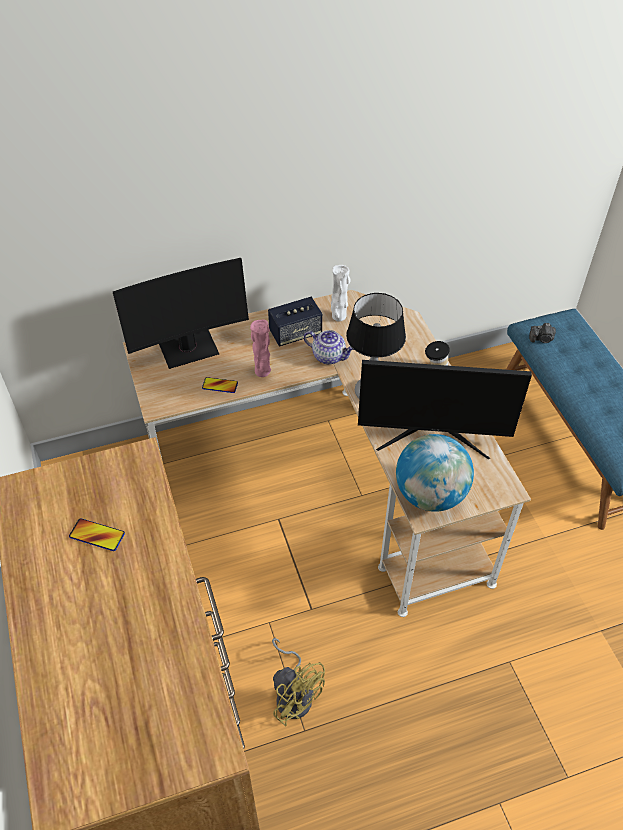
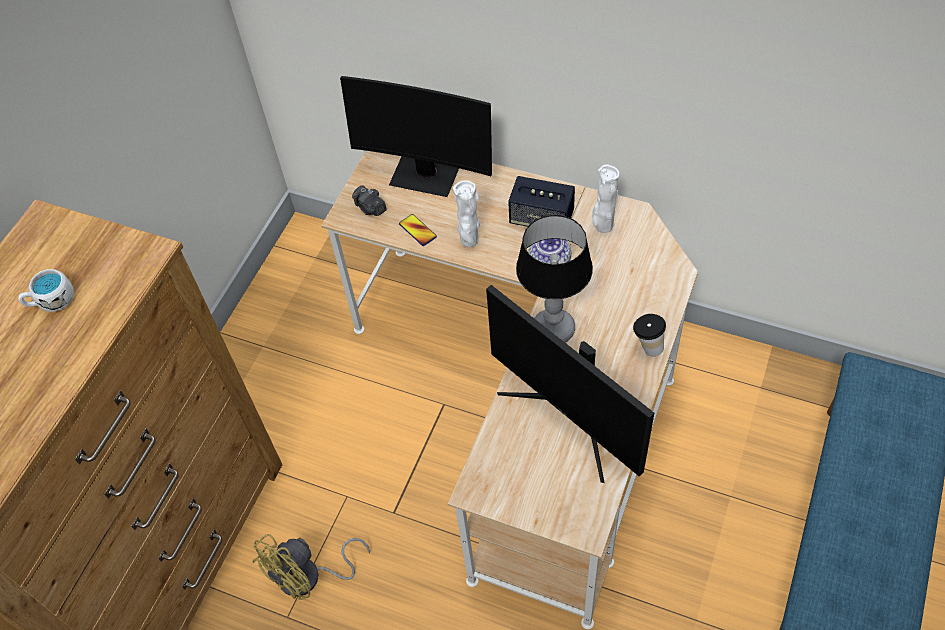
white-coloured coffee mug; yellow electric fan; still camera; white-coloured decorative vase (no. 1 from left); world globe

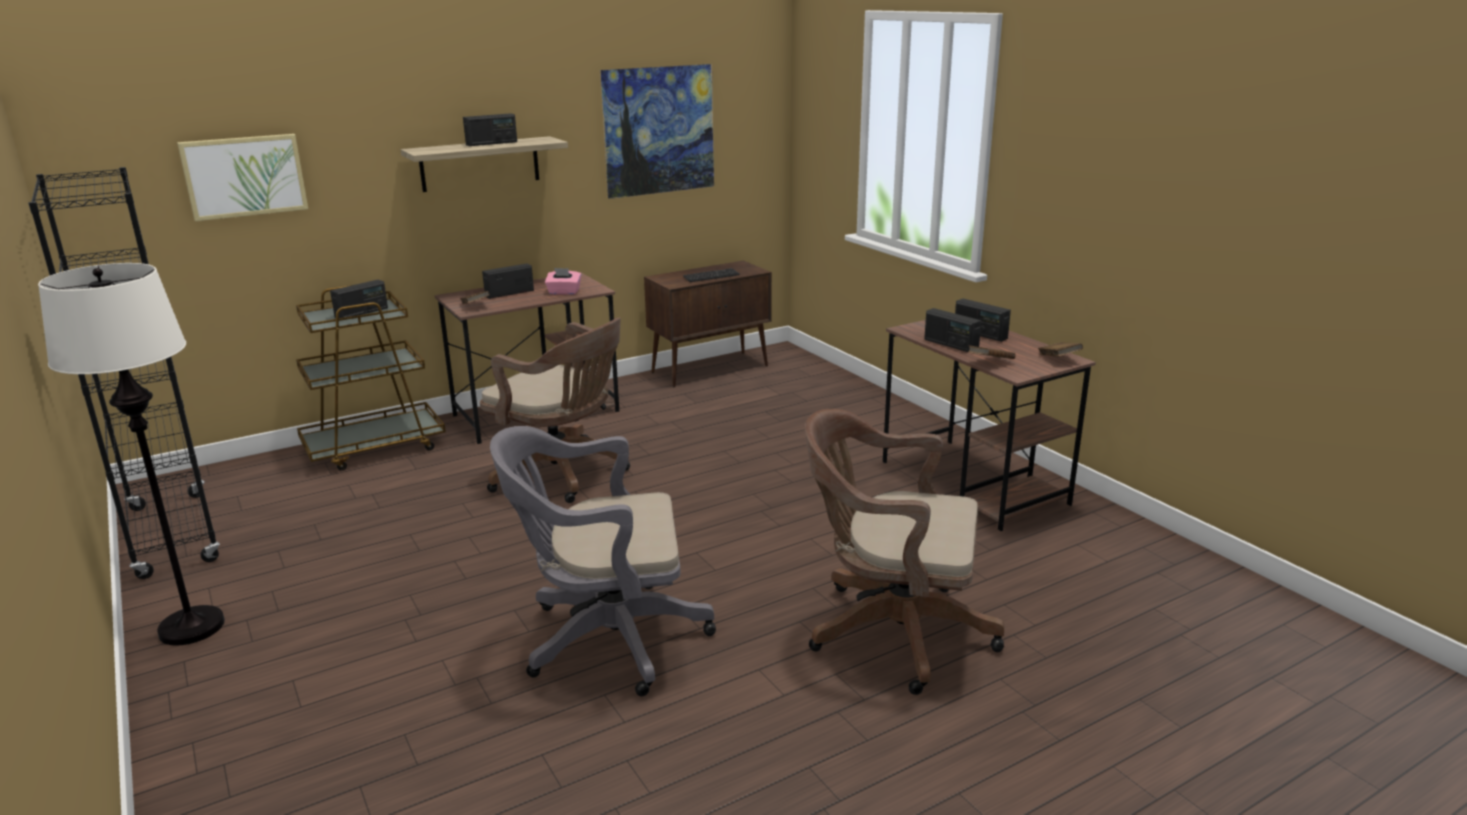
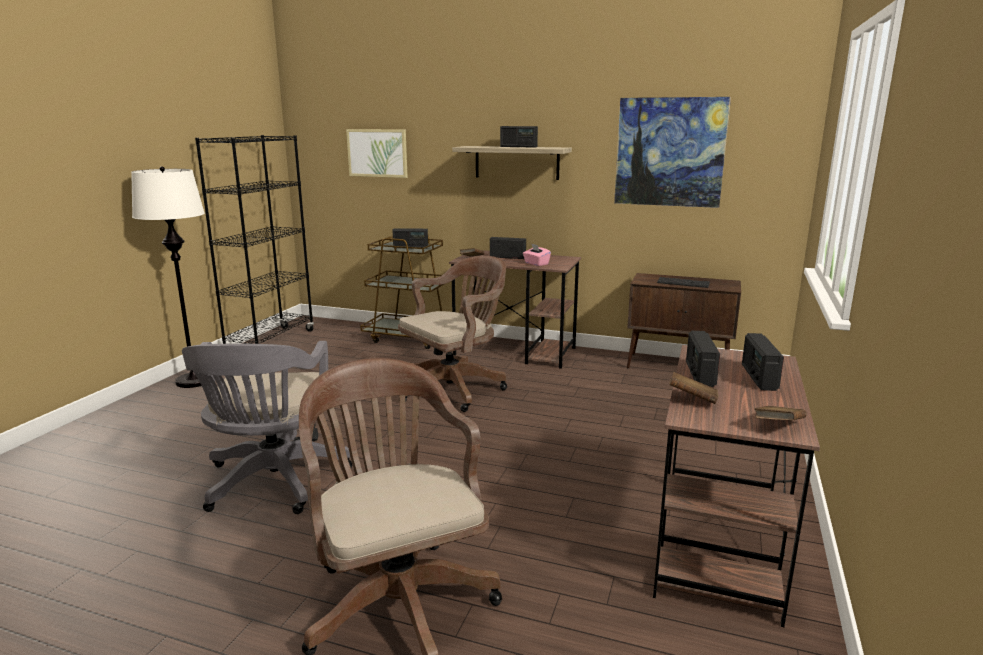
gray computer chair; brown-coloured computer chair (no. 2 from left)

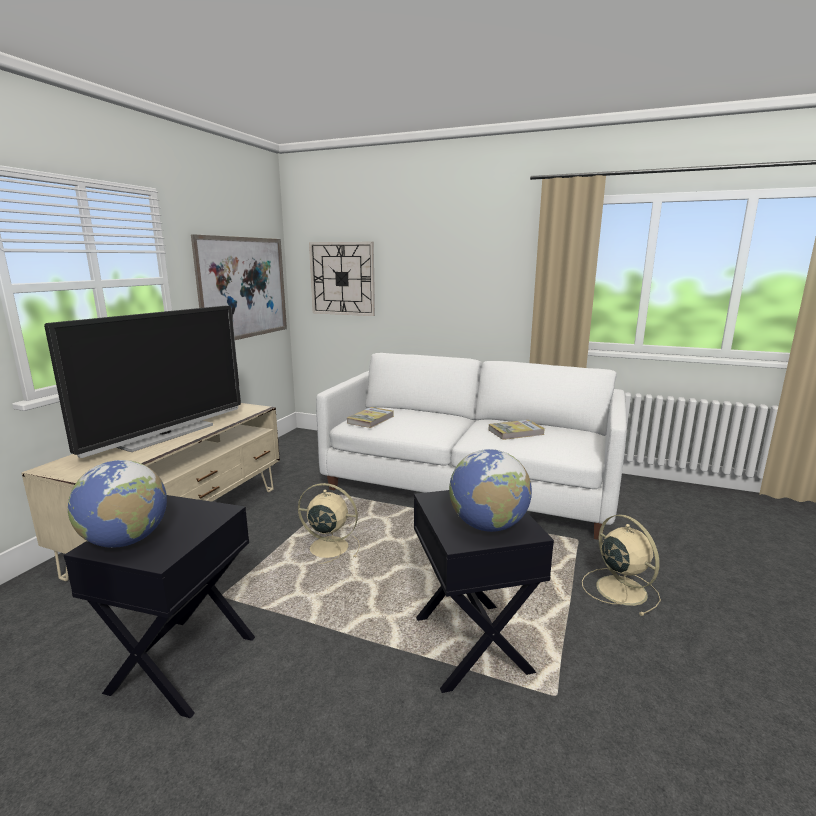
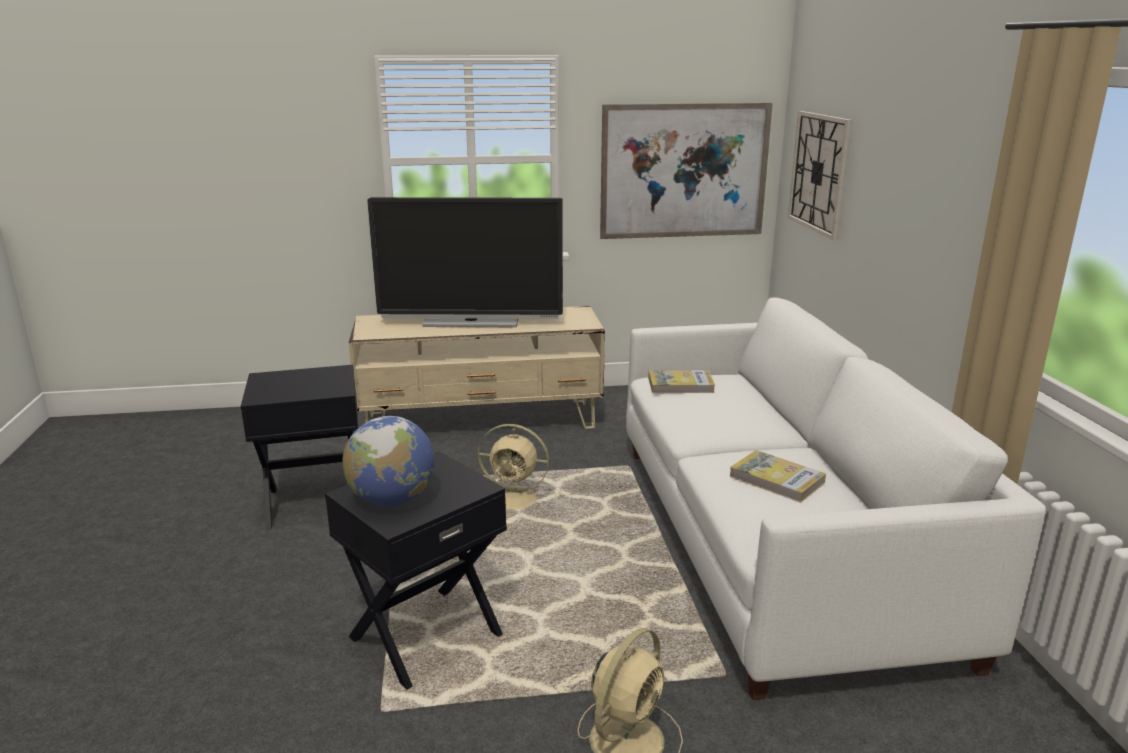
beige-coloured electric fan (no. 1 from left); world globe (no. 1 from left in the first image)

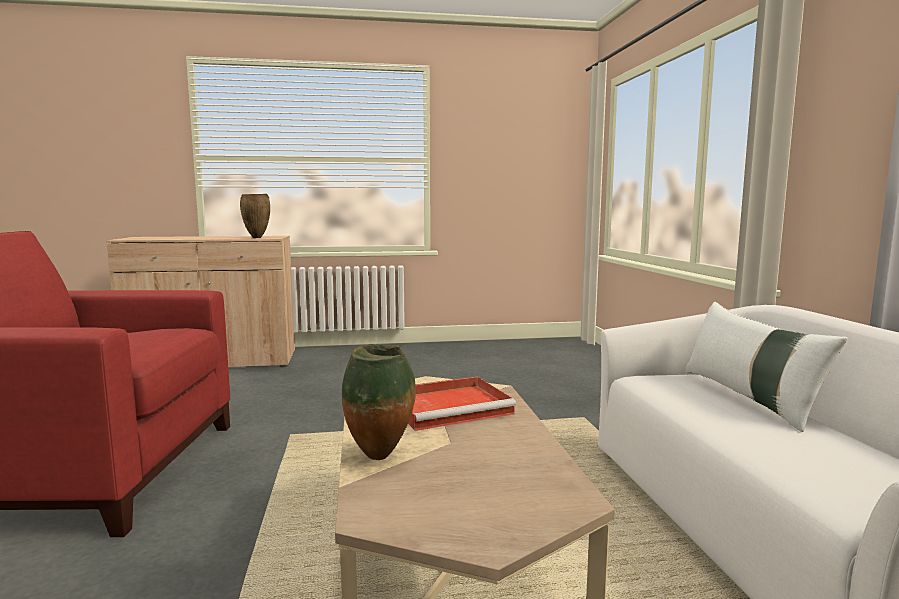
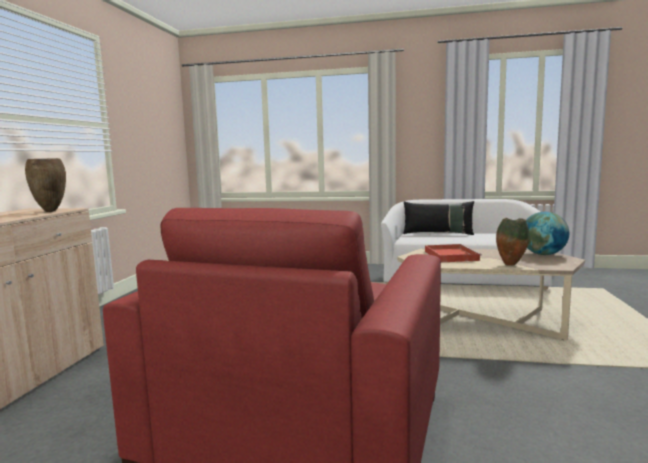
black-coloured pillow; world globe

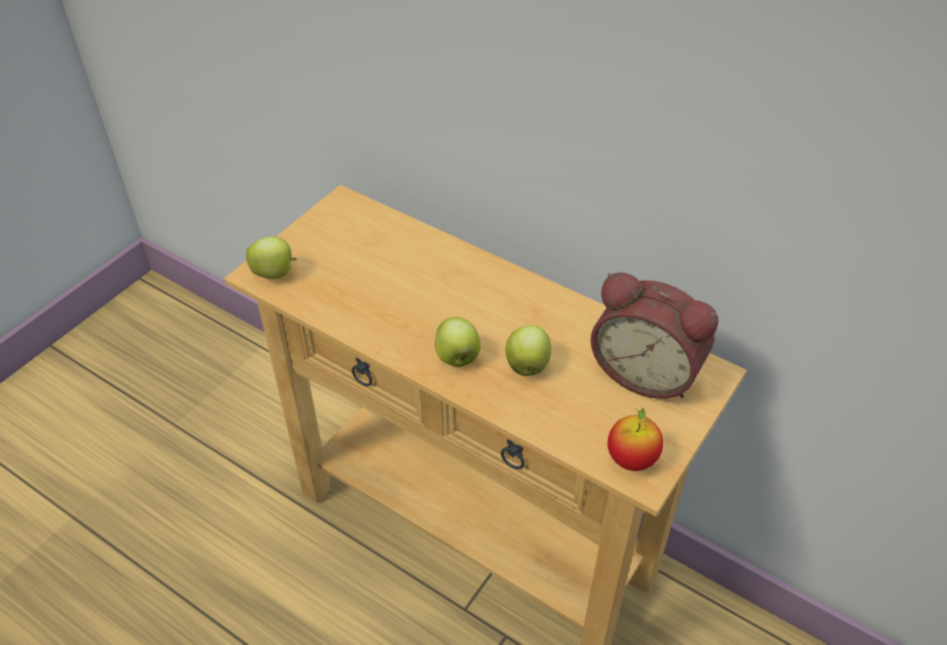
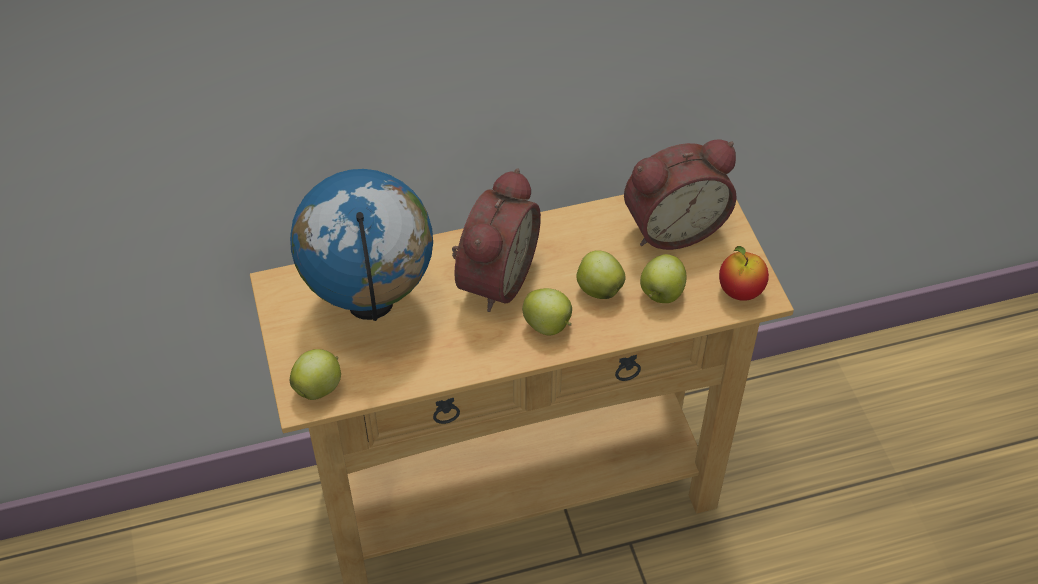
world globe; bedside clock (no. 1 from left); apple (no. 4 from left)

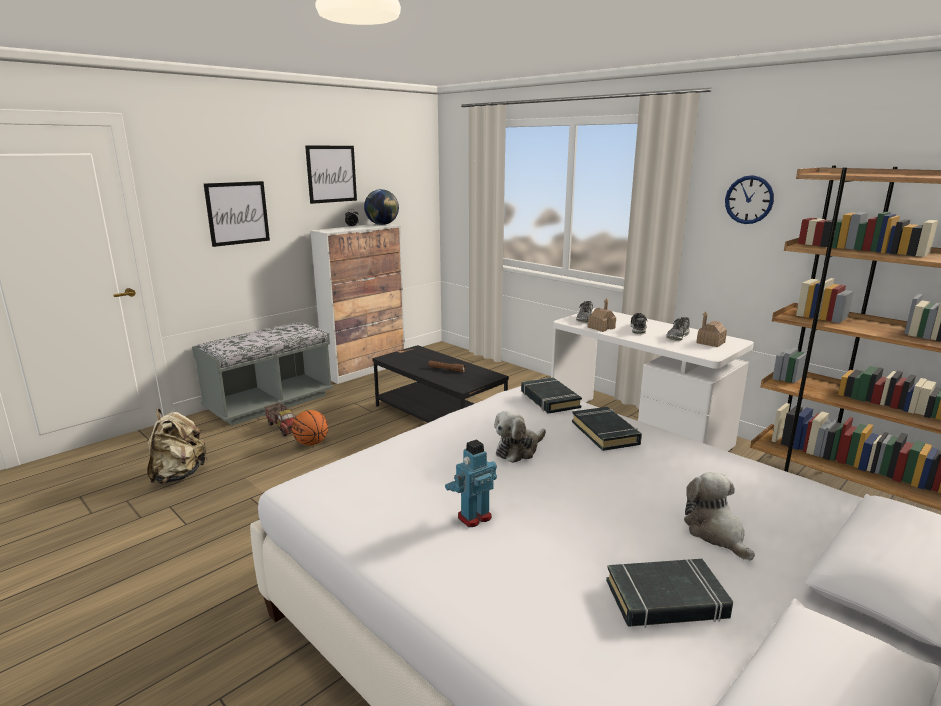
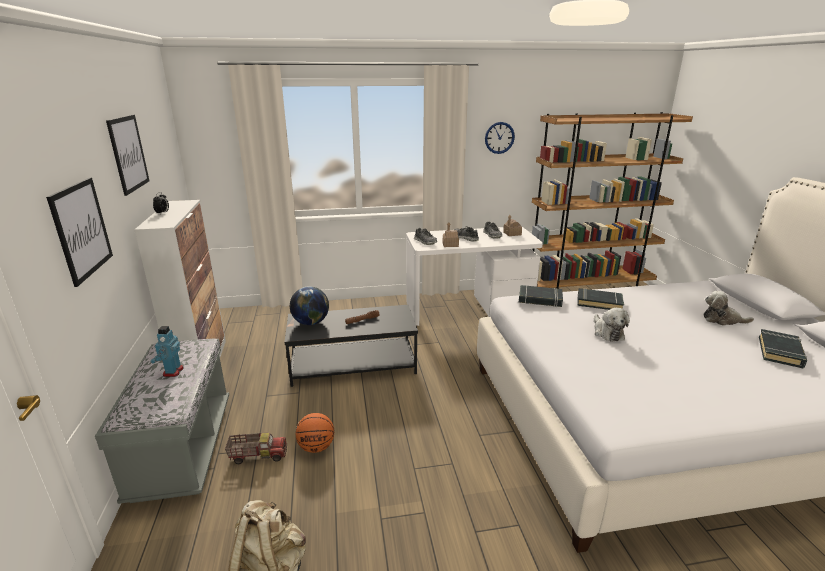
robot figure; world globe

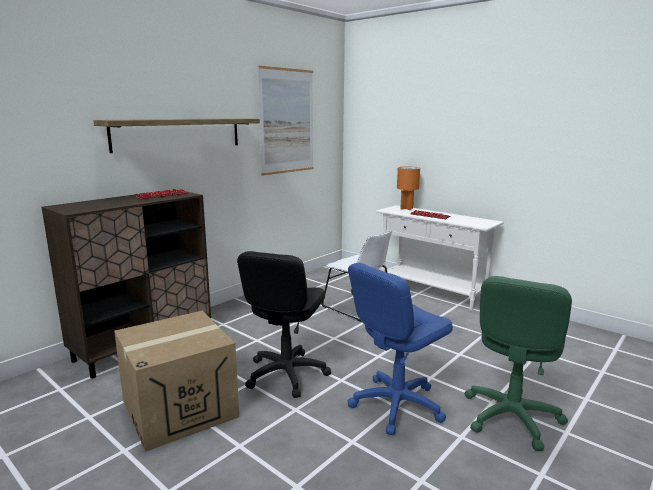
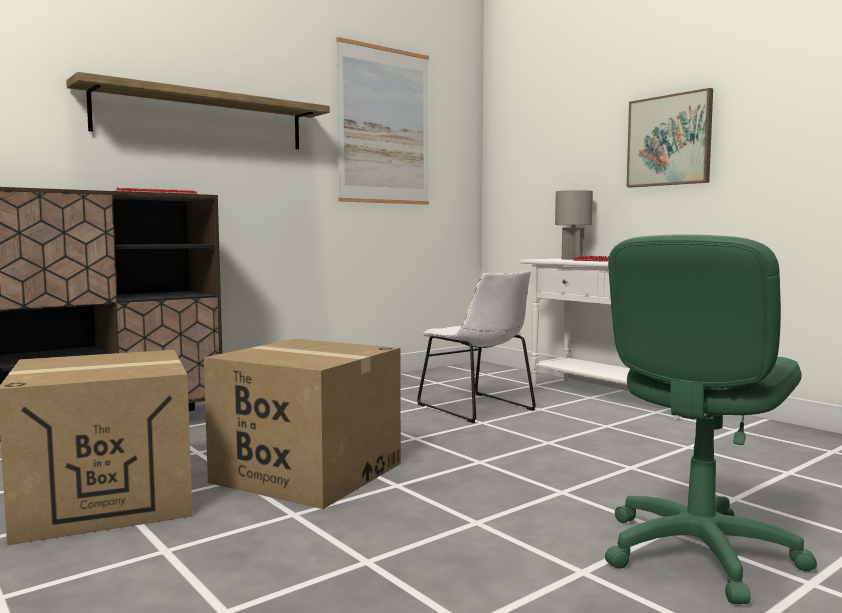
packing box (no. 2 from left); gray tabletop lamp; wall art (no. 2 from left); blue-coloured computer chair

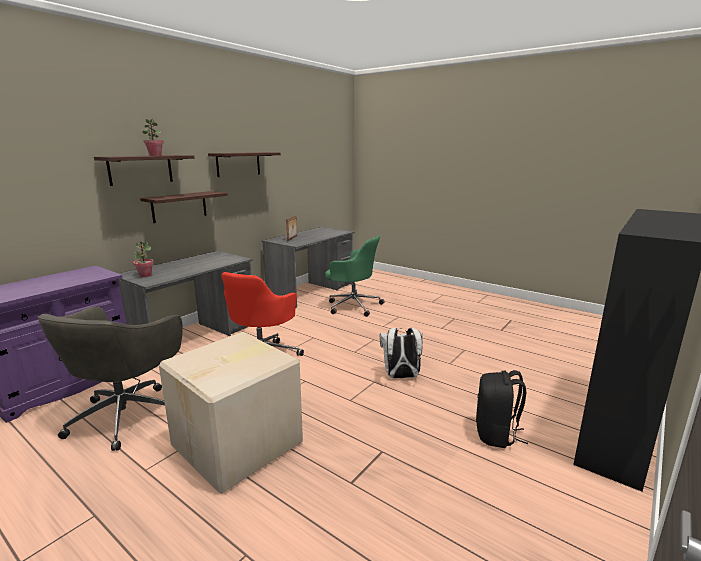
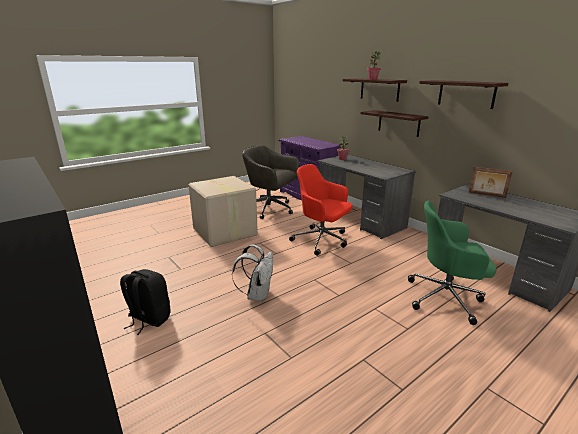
green computer chair

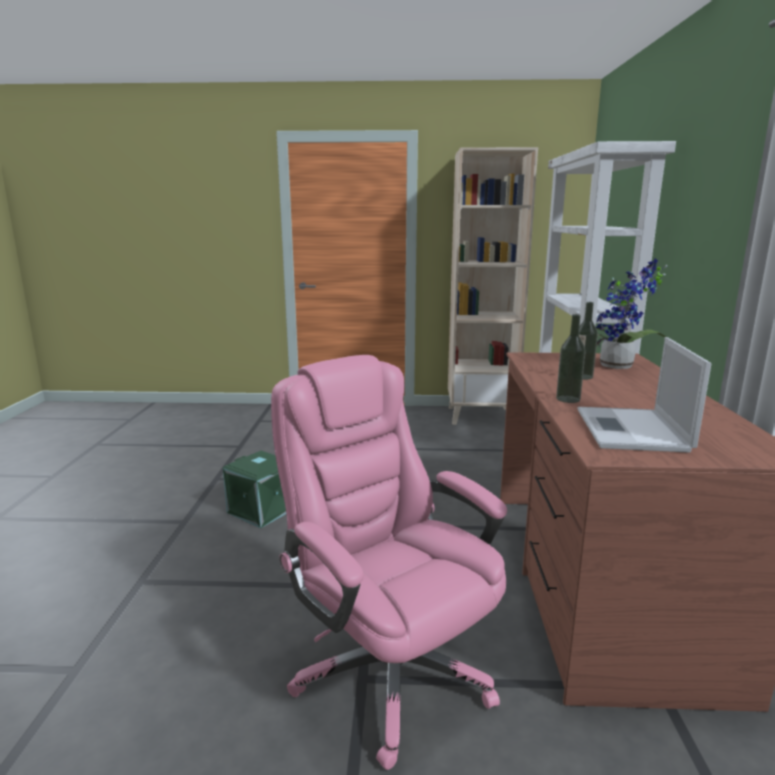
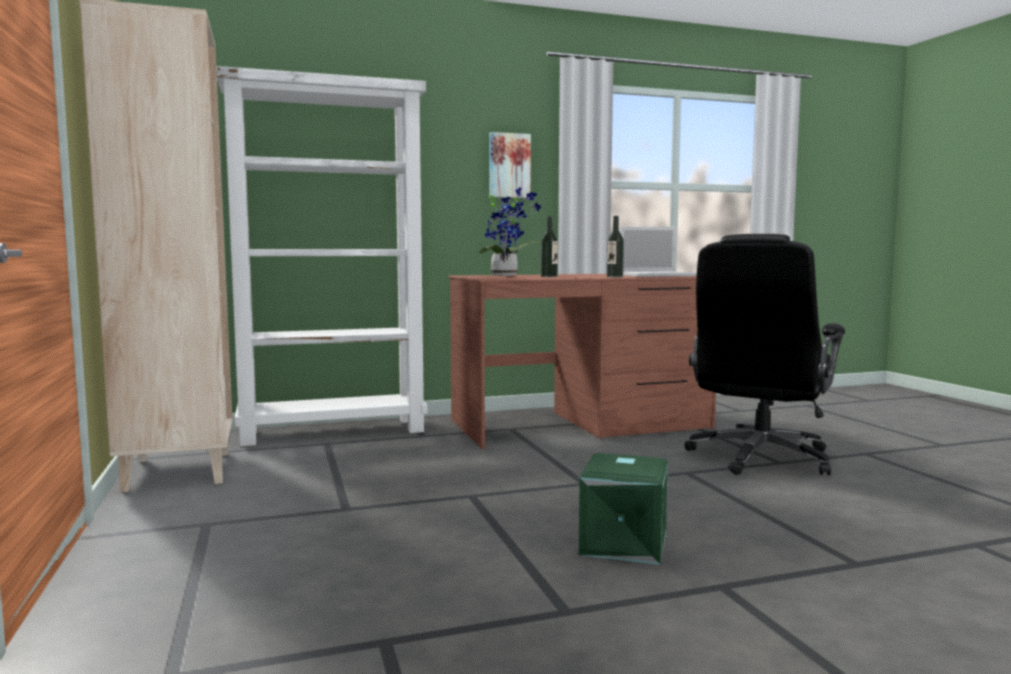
wall art; black-coloured computer chair

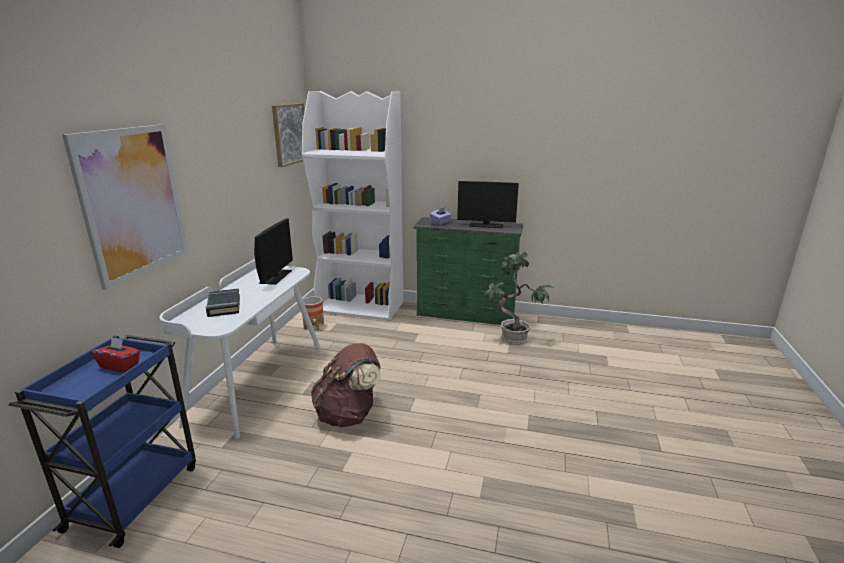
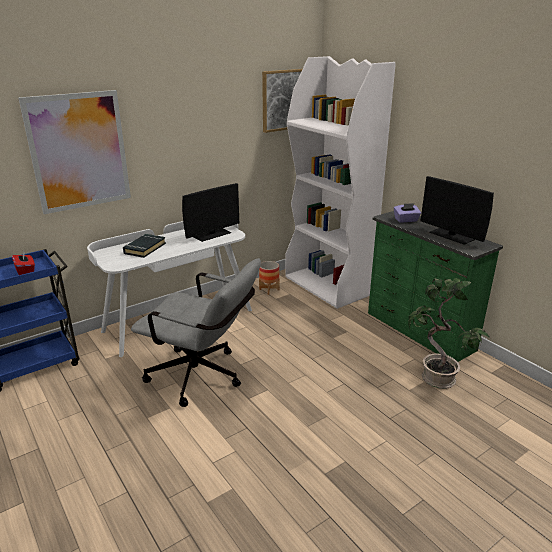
gray computer chair

